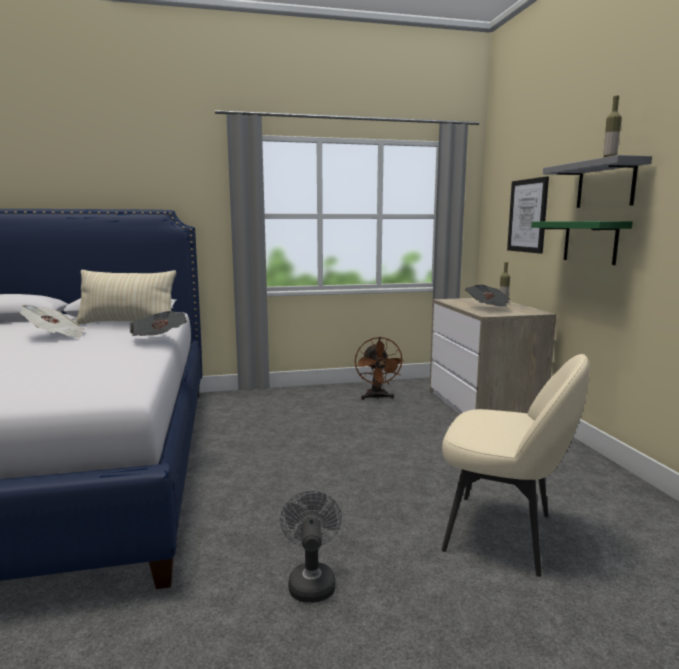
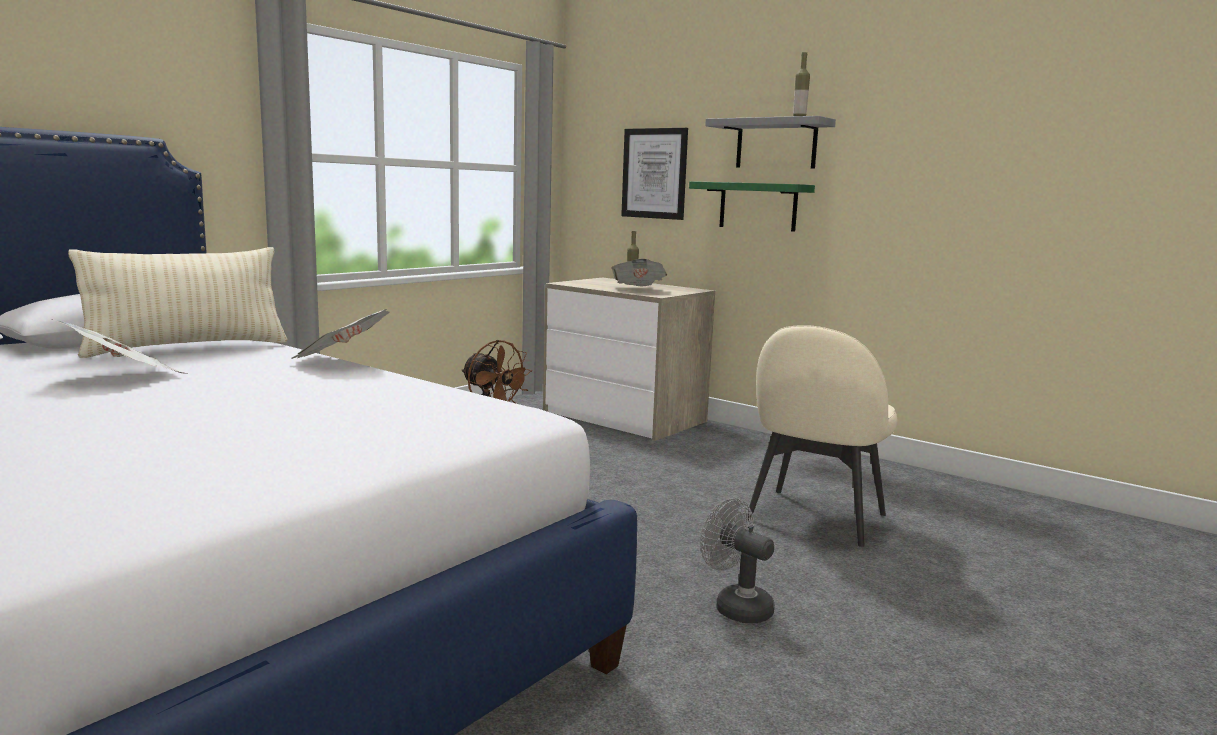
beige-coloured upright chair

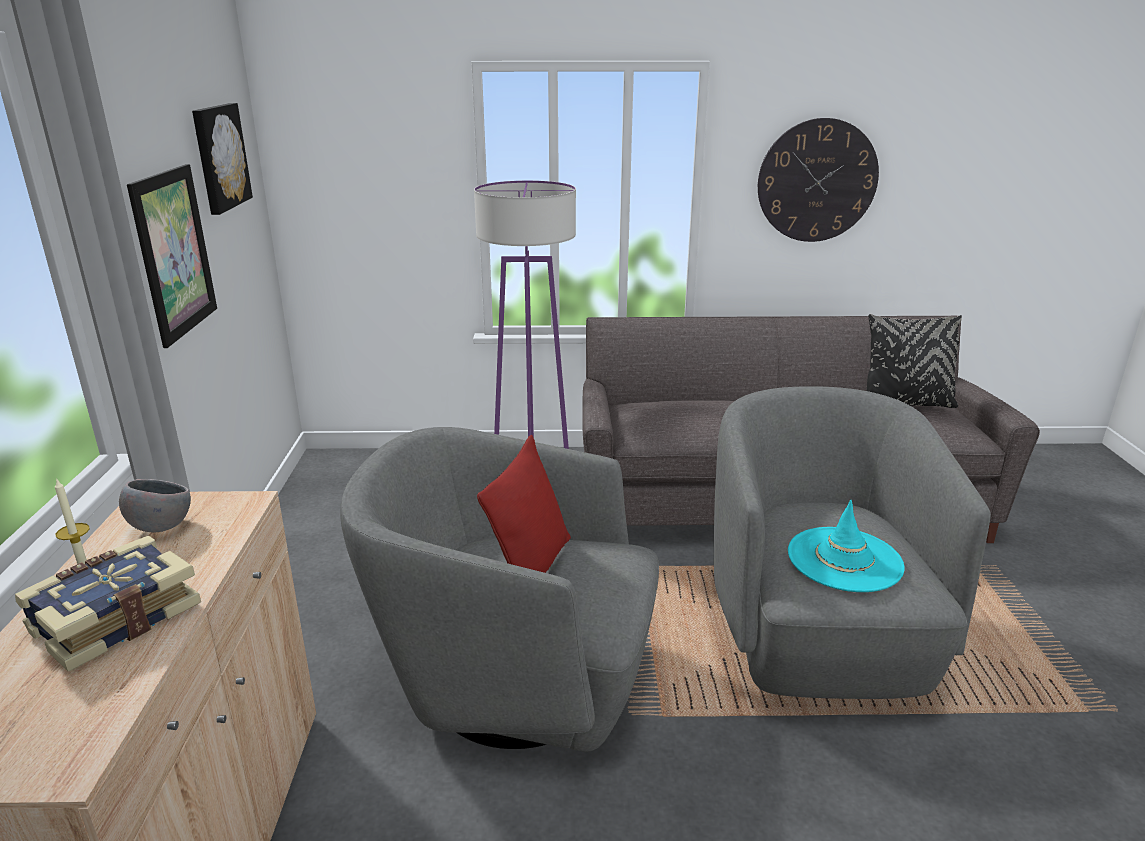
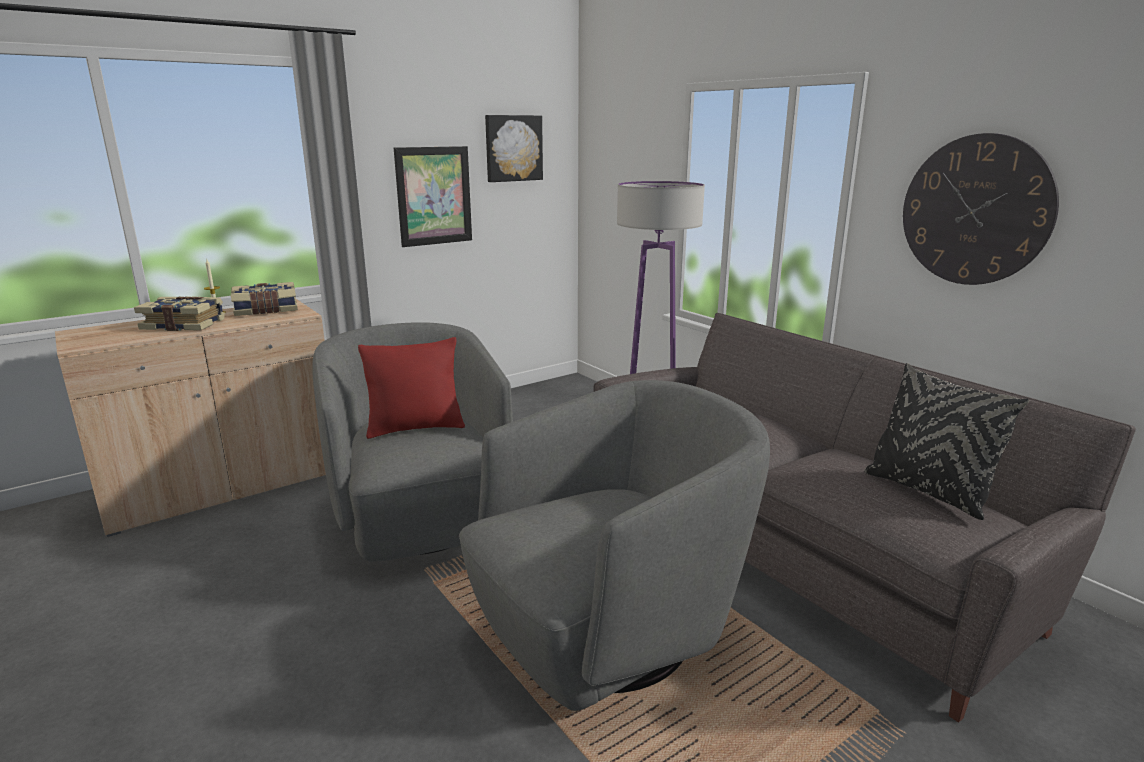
volume (no. 2 from left); blue-green wearable hat

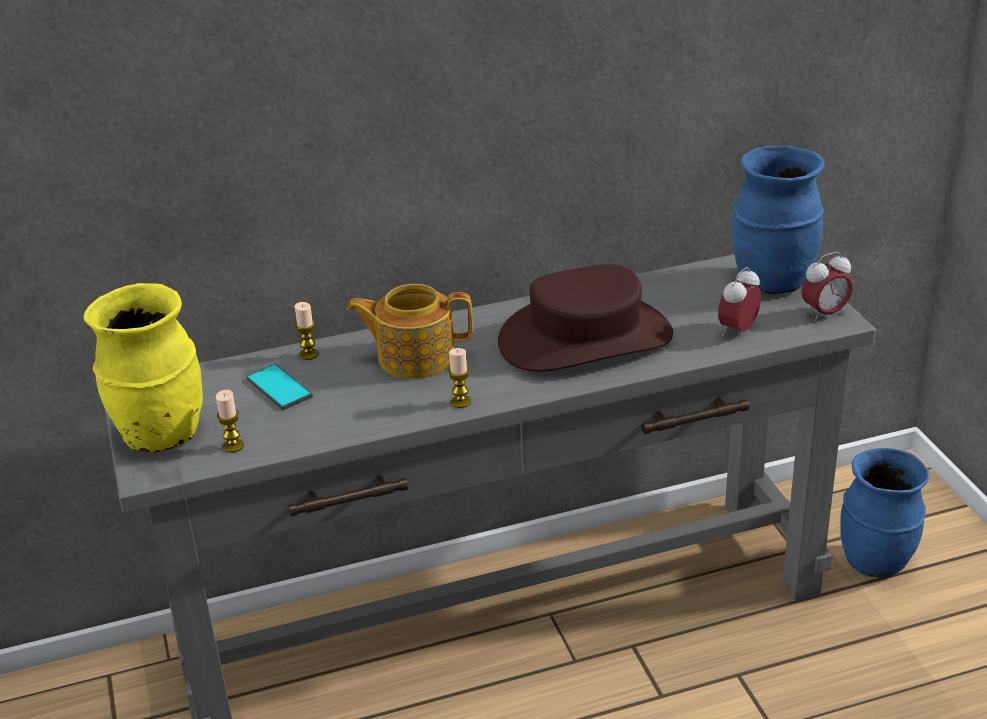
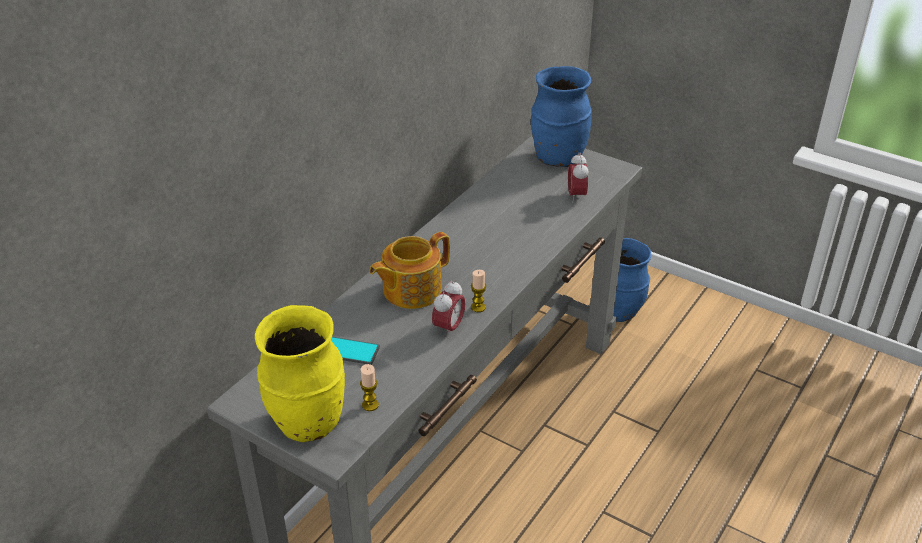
bedside clock (no. 1 from left); wax light (no. 2 from left in the first image); brown-coloured wearable hat

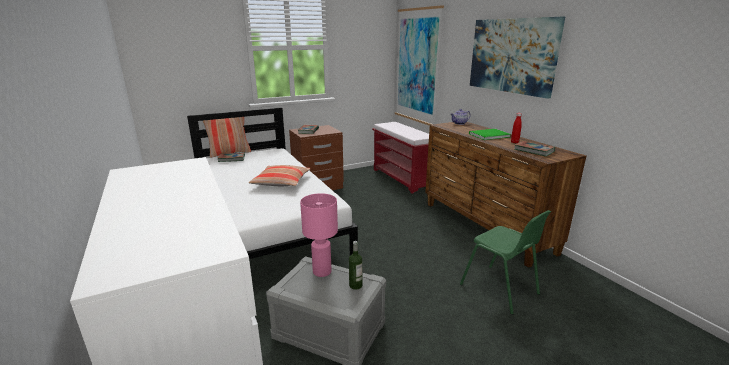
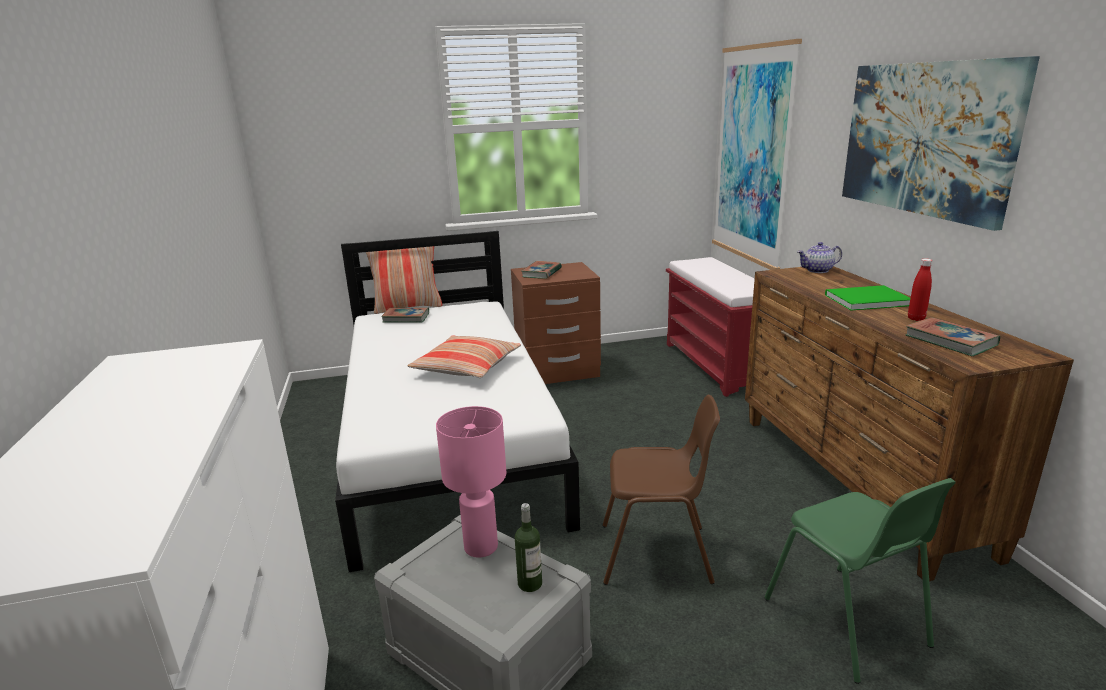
brown-coloured upright chair

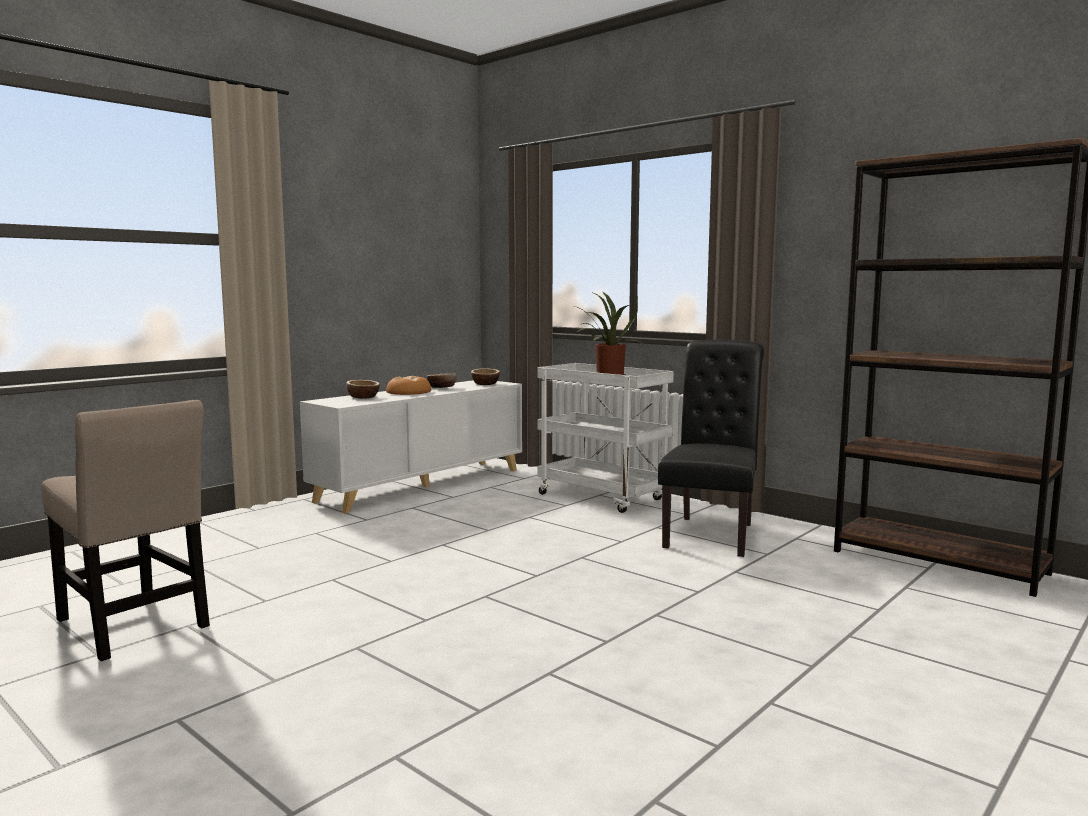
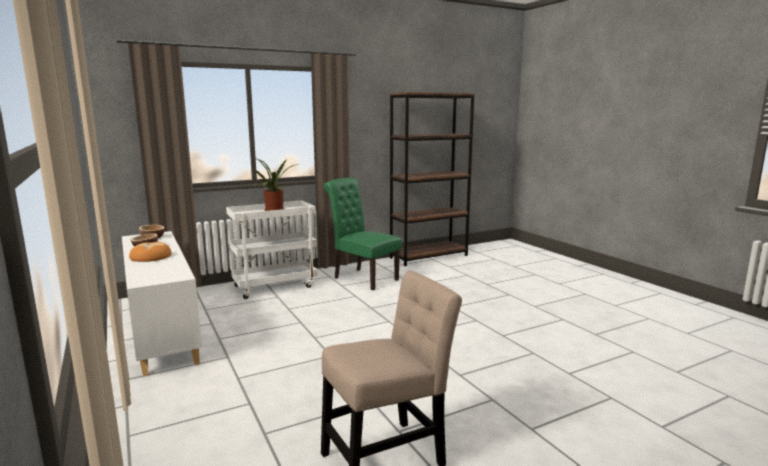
green upright chair; serving bowl (no. 1 from left in the first image)

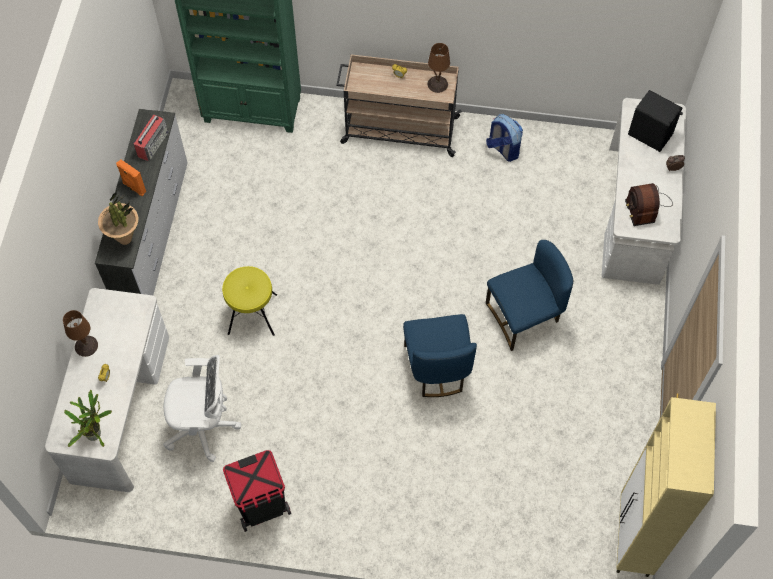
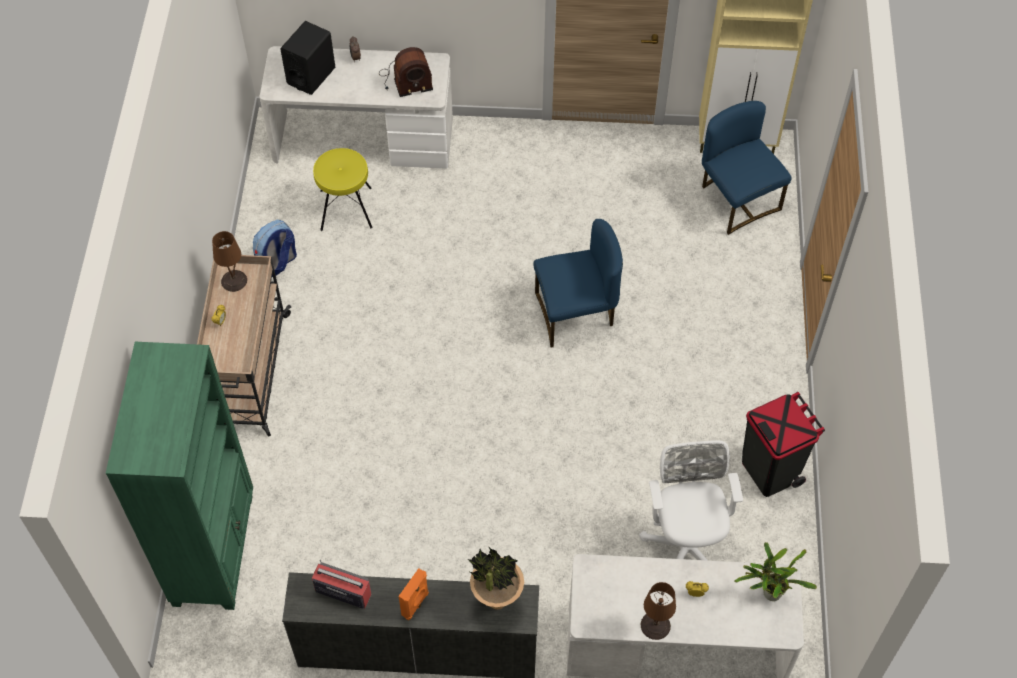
yellow stool; blue-coloured upright chair (no. 2 from left)

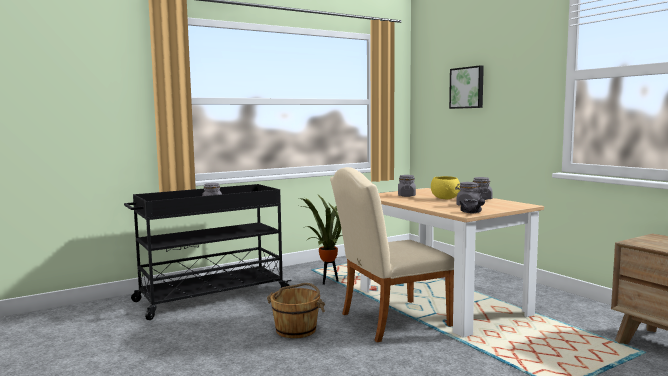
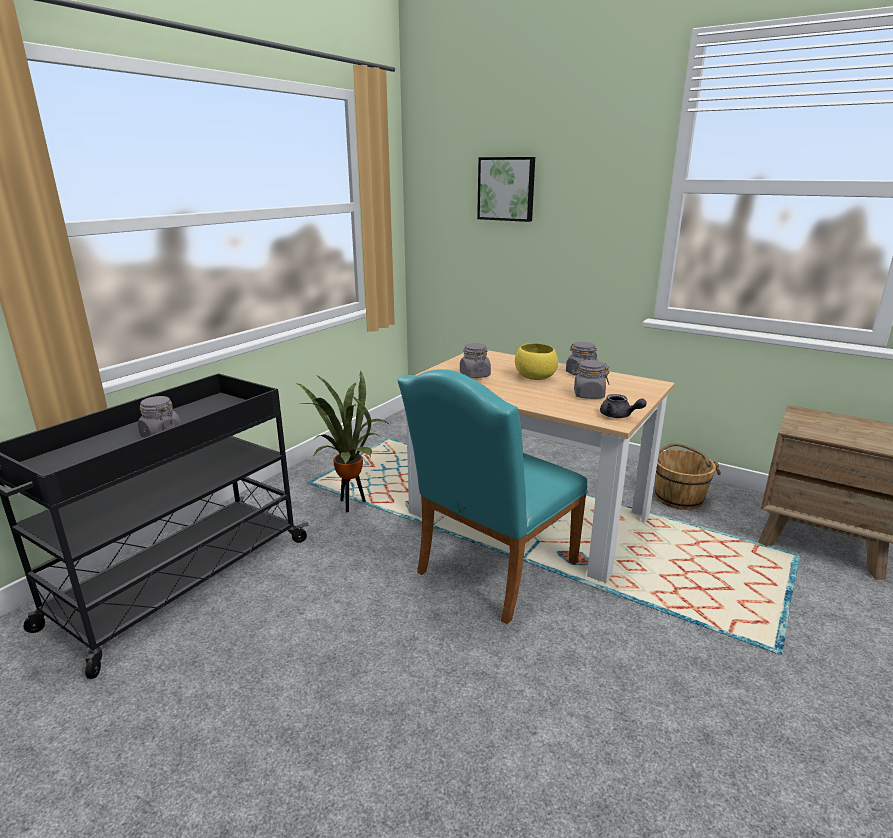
blue-green upright chair; brown-coloured pail

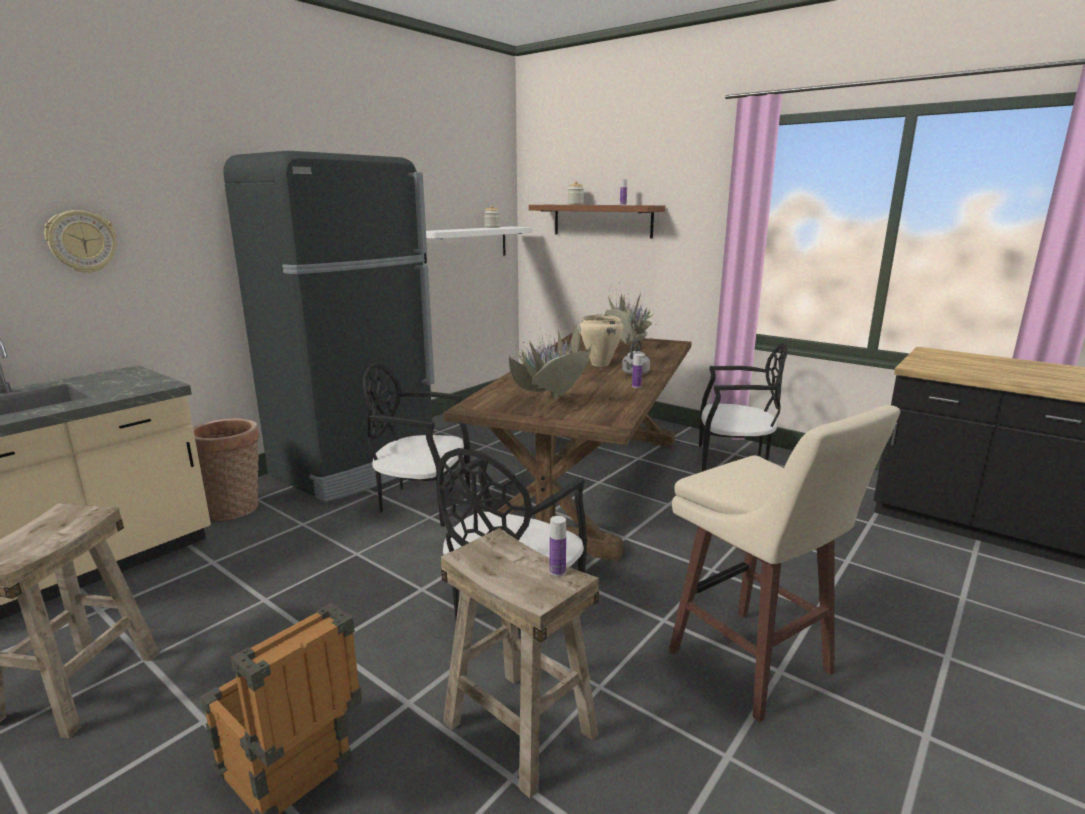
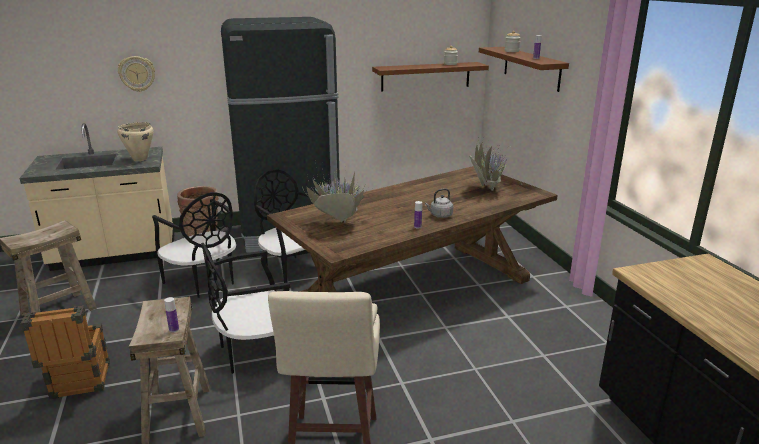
beige-coloured saucepot; black-coloured upright chair (no. 1 from left); brown-coloured bracket shelf (no. 1 from left)

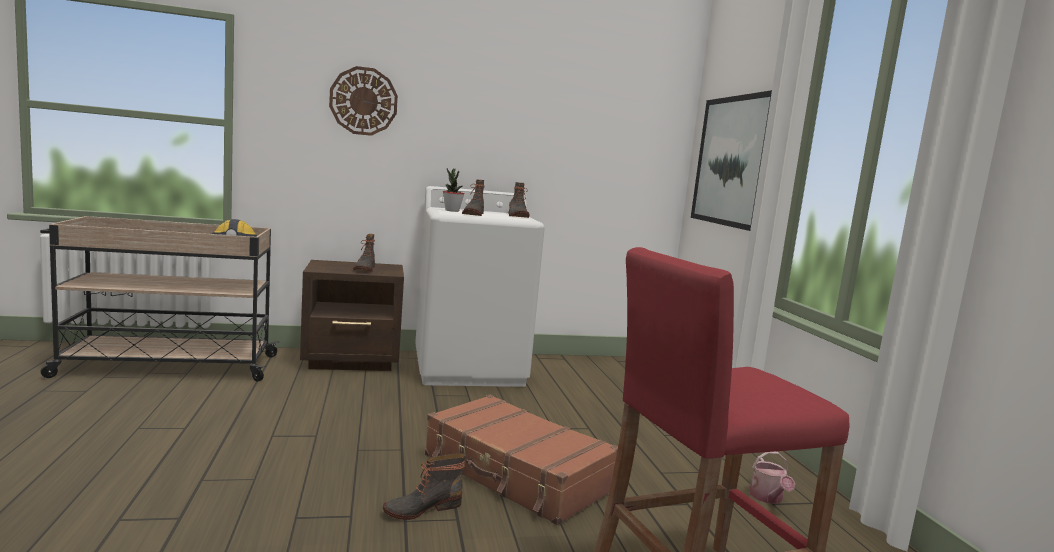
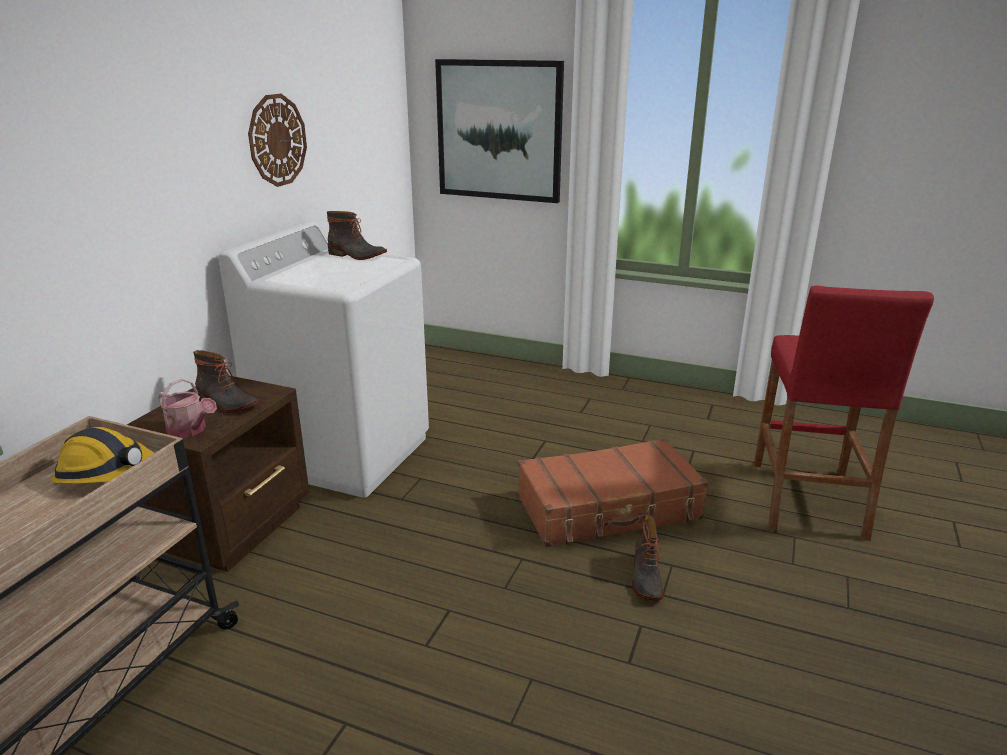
watering can; clock on the wall; houseplant; high-top boot (no. 3 from left in the first image)

